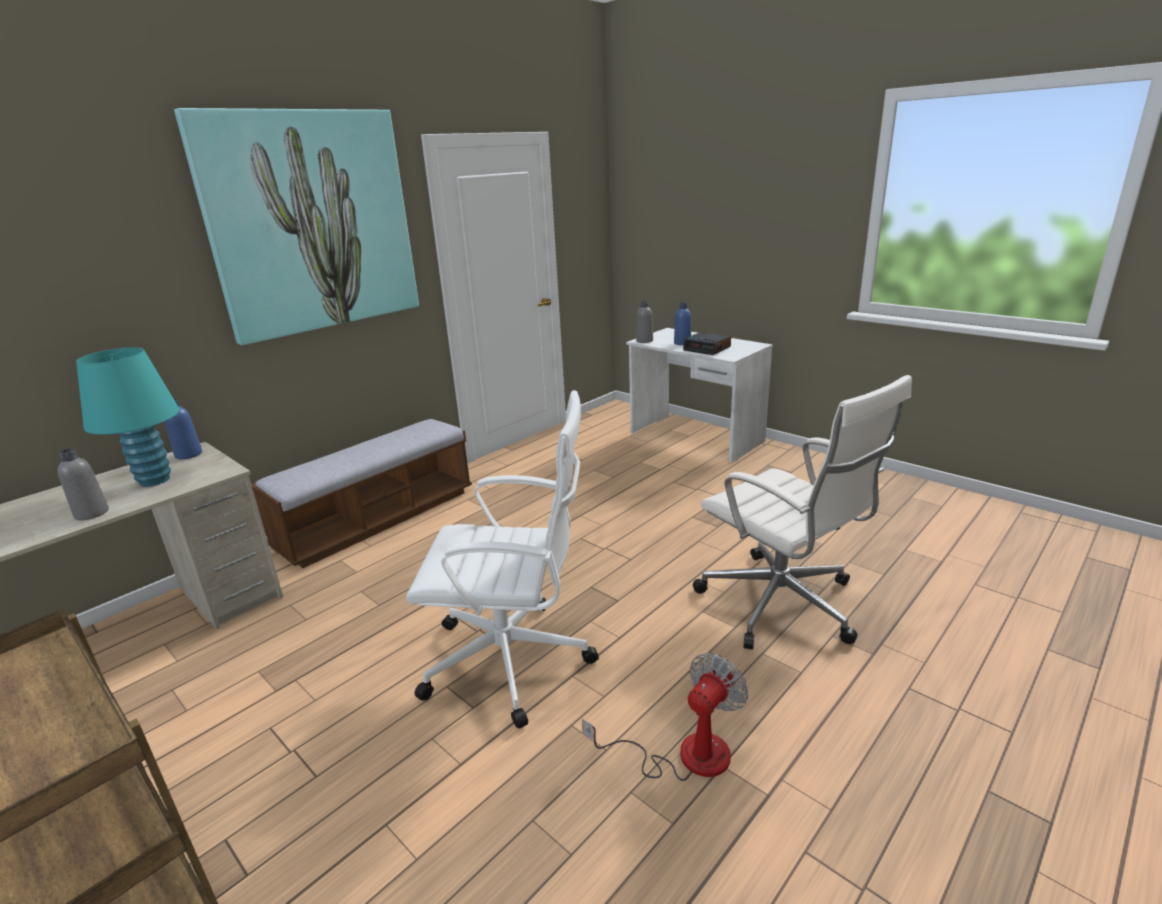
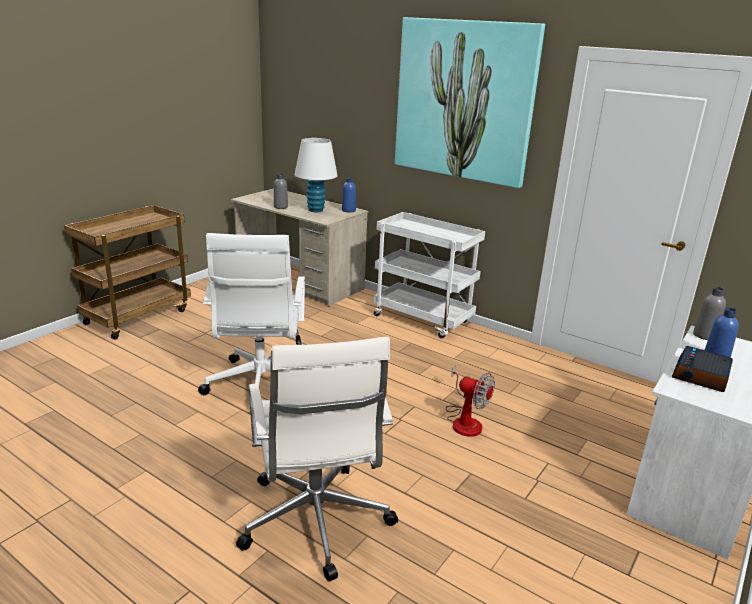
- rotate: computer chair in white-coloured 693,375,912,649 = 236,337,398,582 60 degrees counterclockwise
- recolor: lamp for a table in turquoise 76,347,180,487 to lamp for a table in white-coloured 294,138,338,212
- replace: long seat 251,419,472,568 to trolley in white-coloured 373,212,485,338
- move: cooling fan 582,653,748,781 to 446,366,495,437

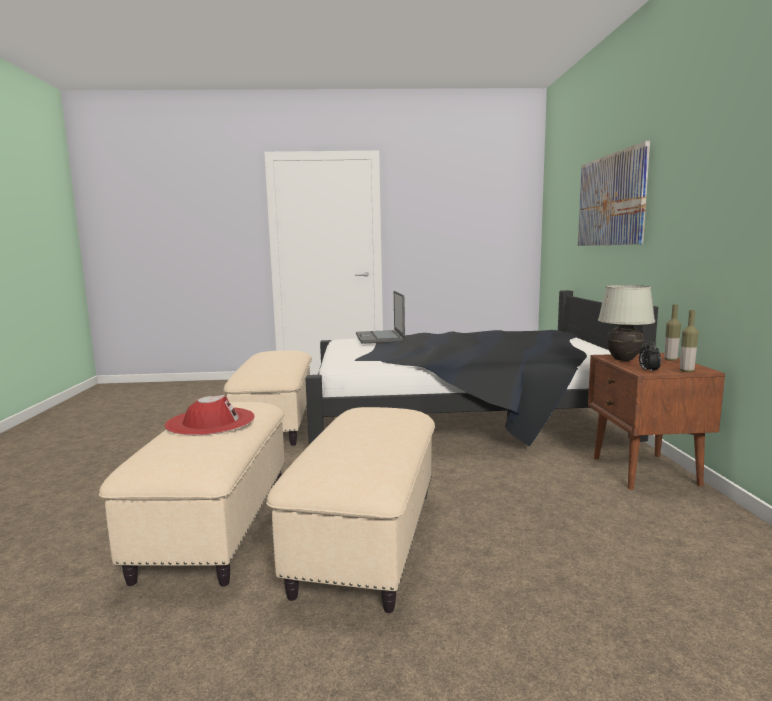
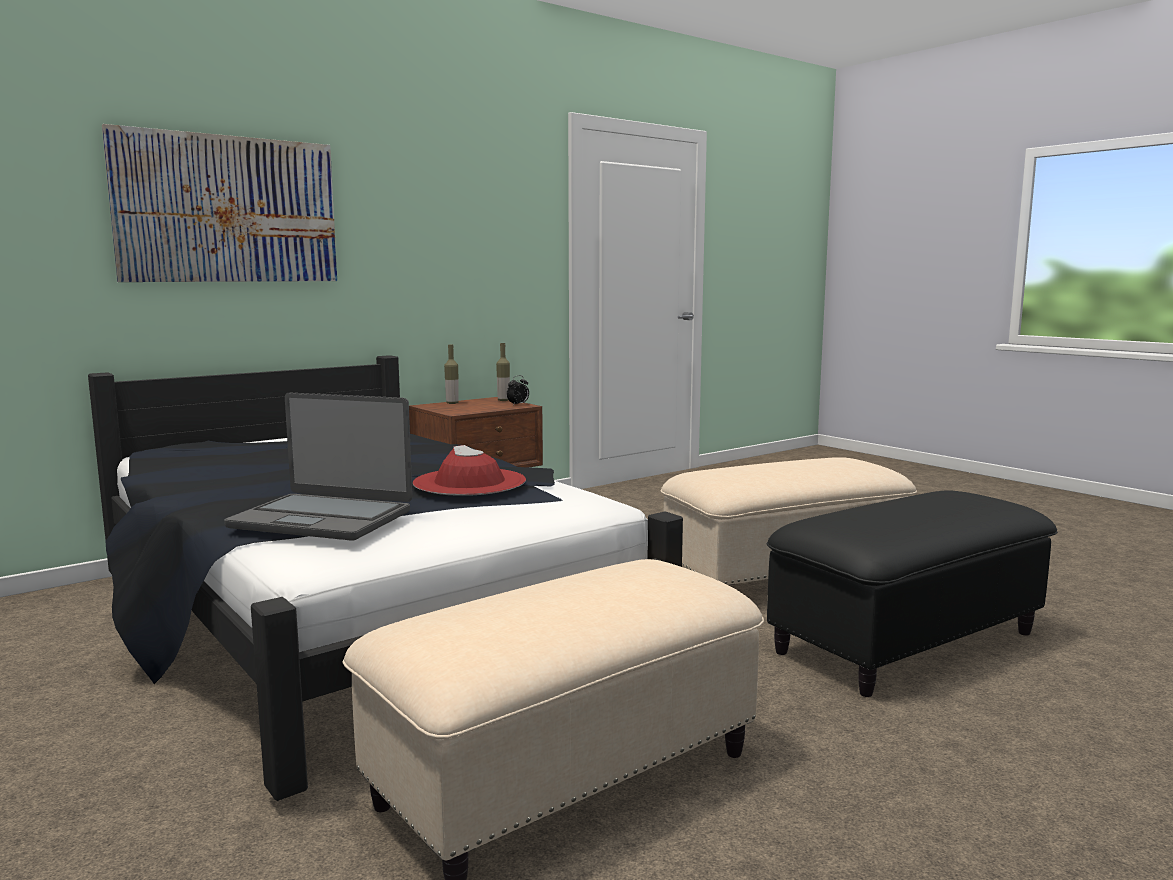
- rotate: portable computer 356,291,405,344 = 224,392,412,541 60 degrees clockwise
- move: wearable hat in reddish 165,395,255,435 to 413,445,526,496
- recolor: pouffe in sand-coloured 99,402,285,586 to pouffe in black 767,490,1058,697
- delete: lamp for a table in white-coloured 598,285,655,361

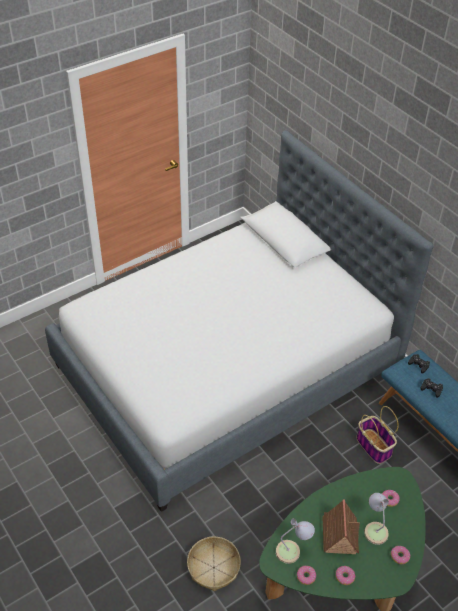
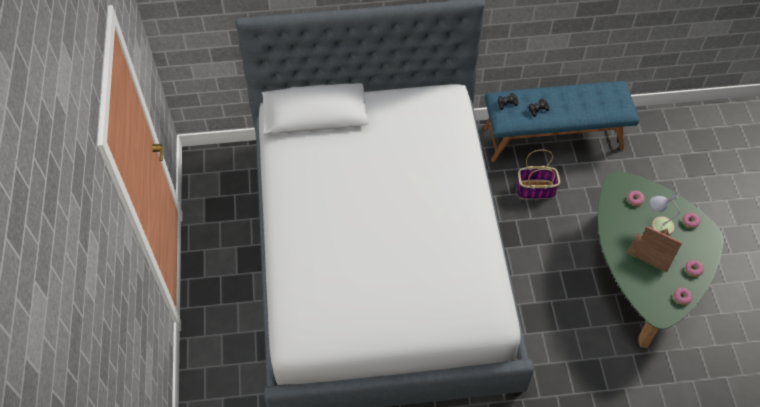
- delete: storage basket 187,536,241,591
- delete: lamp for a table 276,518,315,564

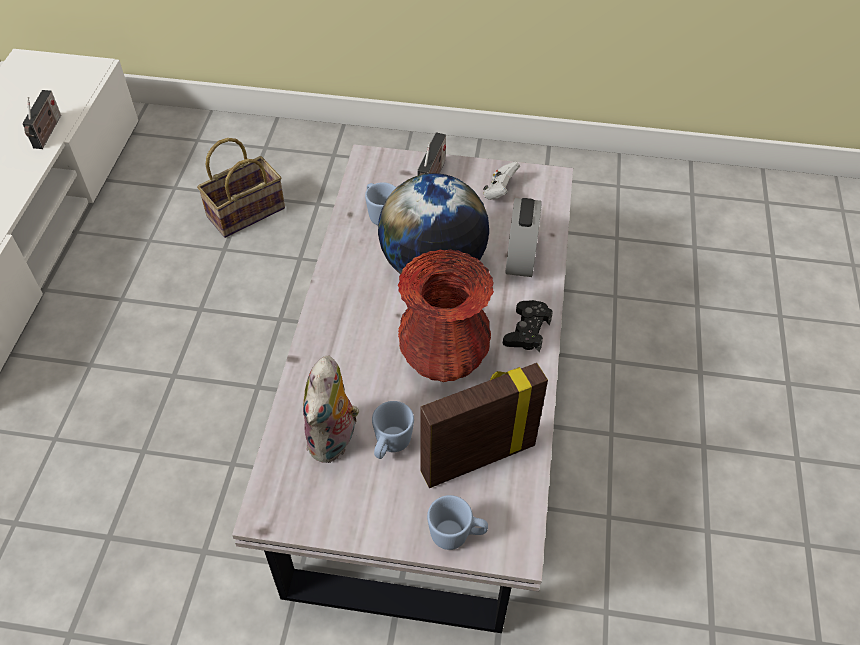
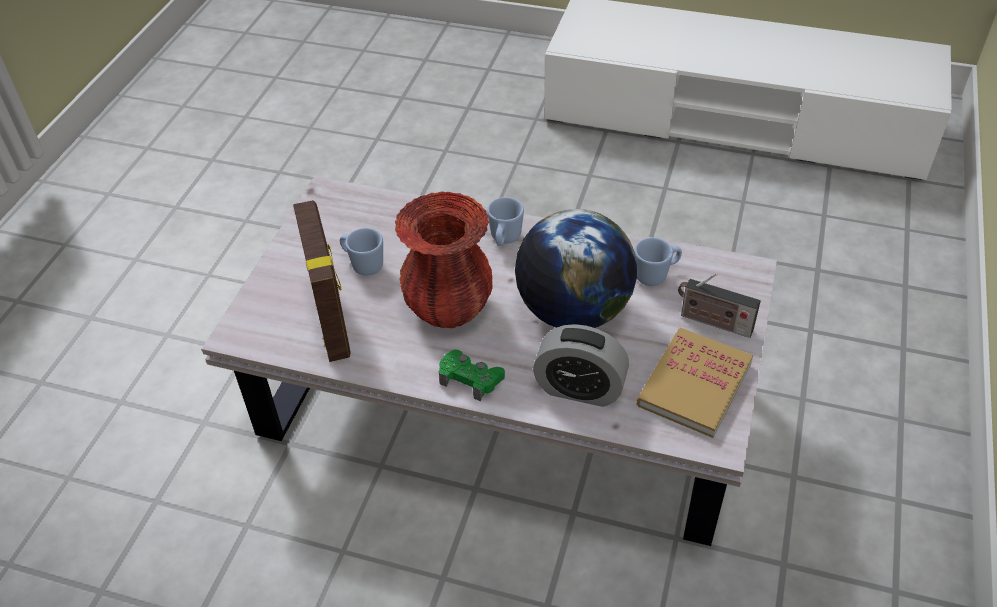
- recolor: game controller in black 503,300,553,352 to game controller in greenish 438,350,505,401
- move: mug in blue-coloured 427,495,488,550 to 487,197,524,246
- replace: game controller in white-coloured 483,161,520,200 to bound book 637,328,753,438
- delete: radio 22,90,61,149
- delete: storage basket 197,138,285,238
- delete: cuddly toy 303,356,359,463

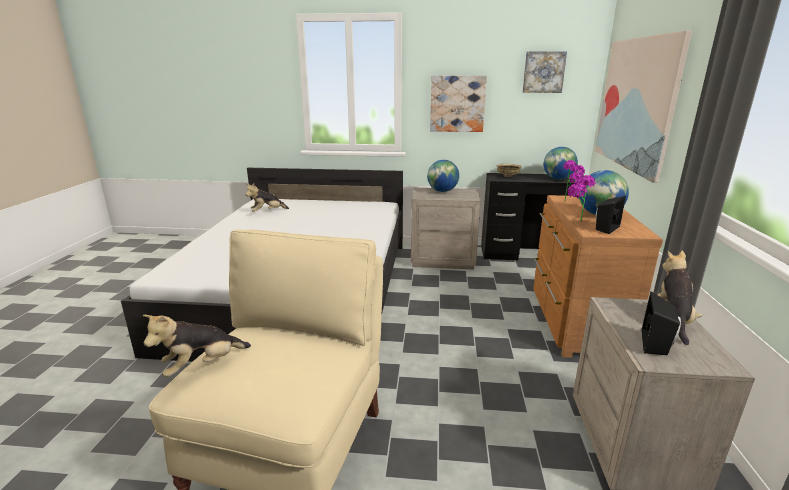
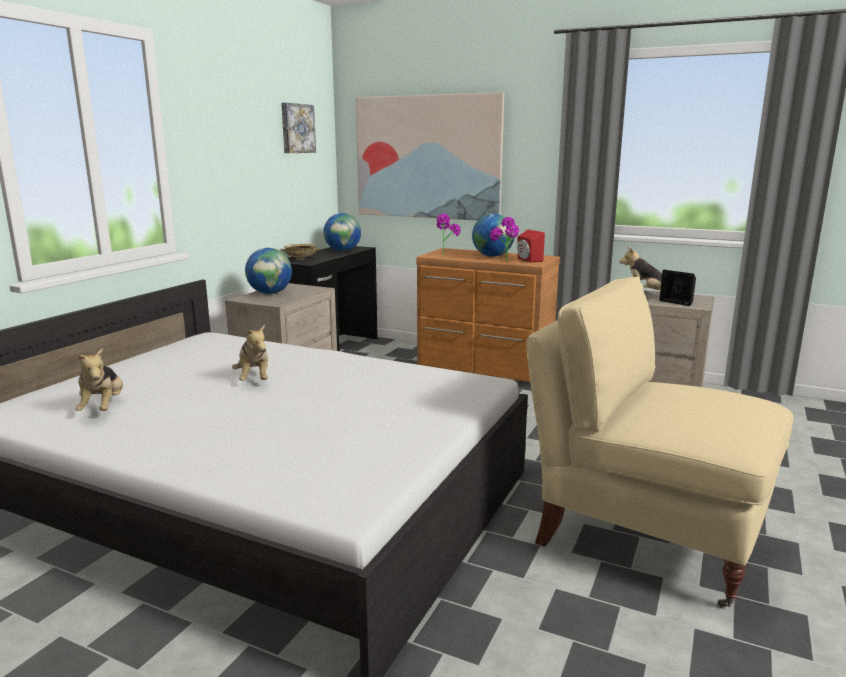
- move: cuddly toy 143,315,251,377 to 232,324,268,381
- recolor: loudspeaker in black 596,196,626,234 to loudspeaker in reddish 517,229,545,262
- delete: picture 430,76,487,132

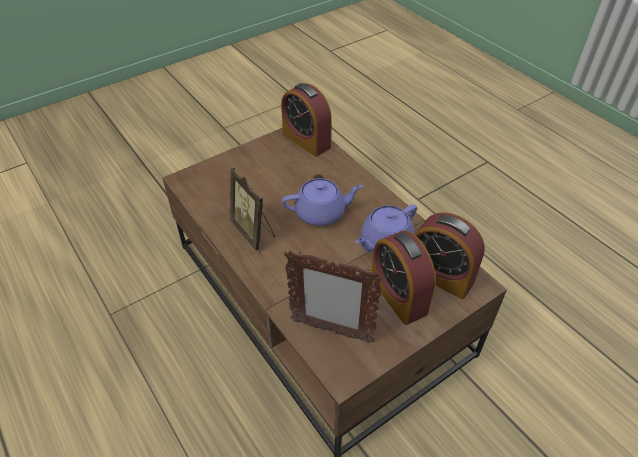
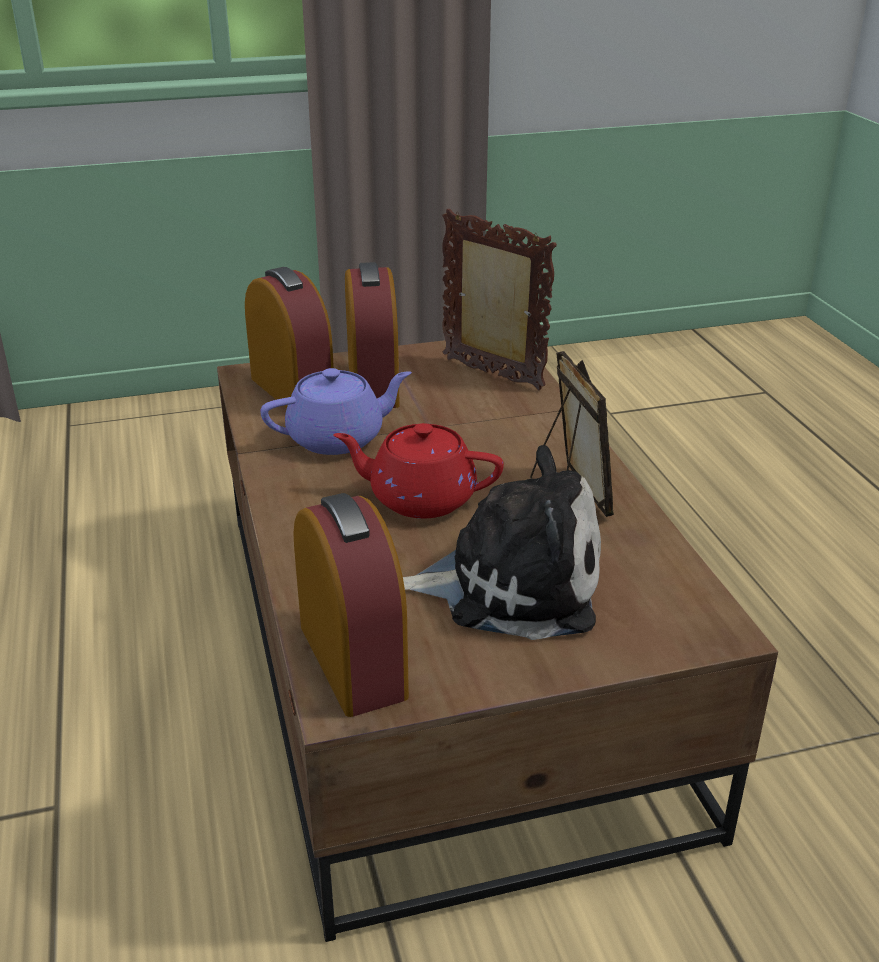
- recolor: teapot in purplish 281,178,363,226 to teapot in reddish 333,423,504,518
- insert: cuddly toy 403,445,601,640

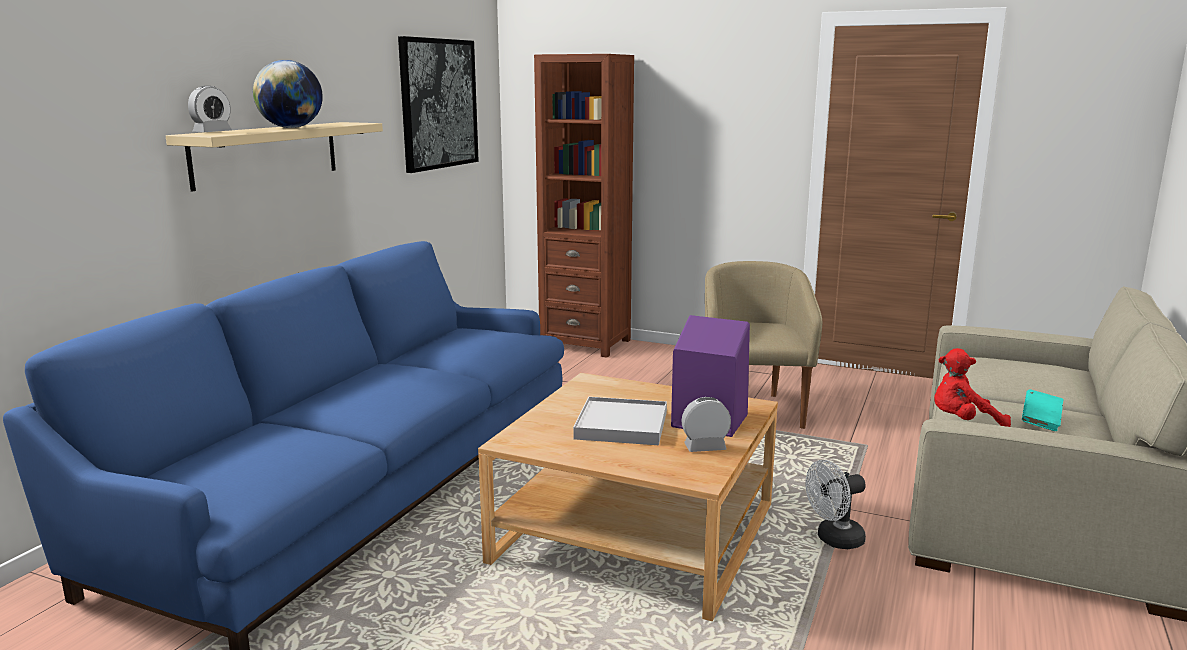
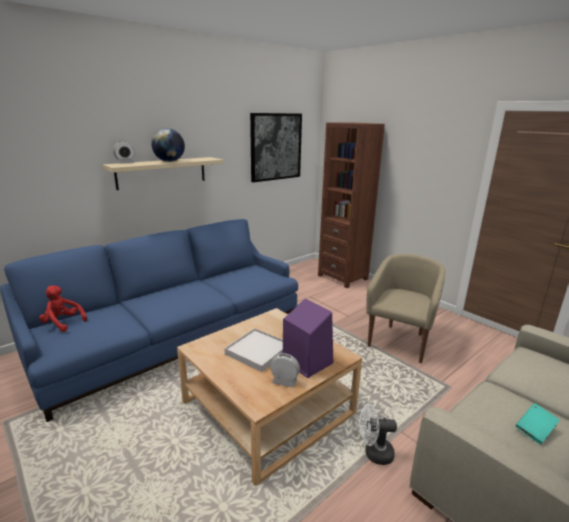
- move: cuddly toy in reddish 934,348,1011,427 to 39,285,87,332

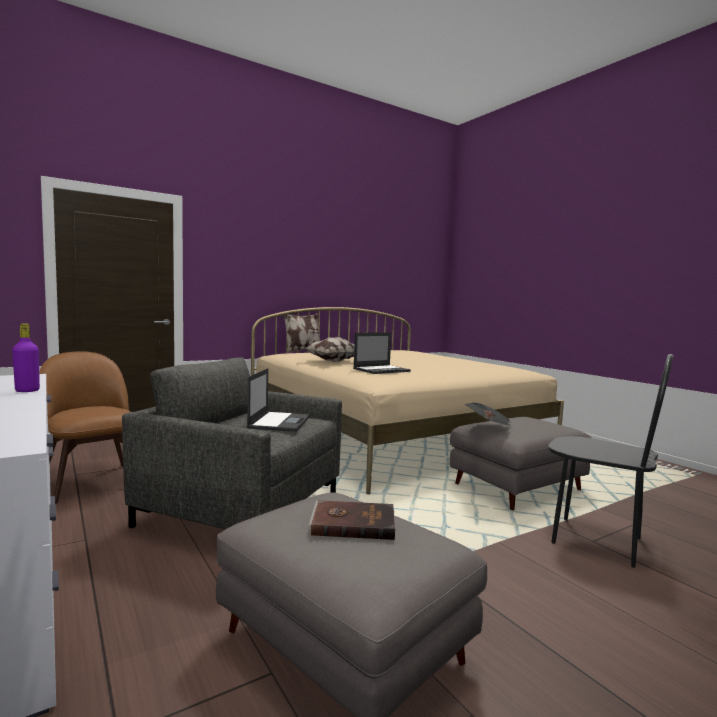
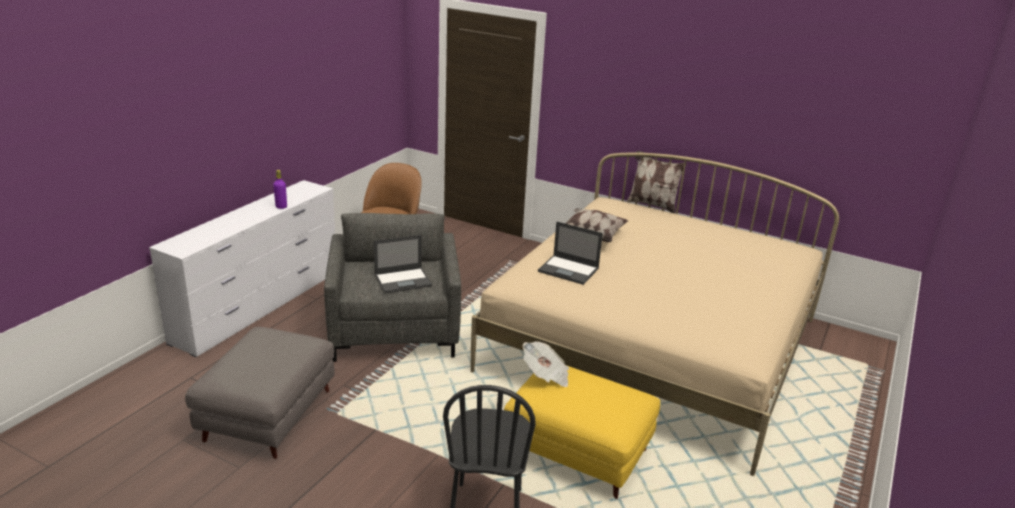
- recolor: pouffe in gray 450,417,592,511 to pouffe in yellow-coloured 504,365,660,499
- delete: bound book in brownish 308,500,395,540

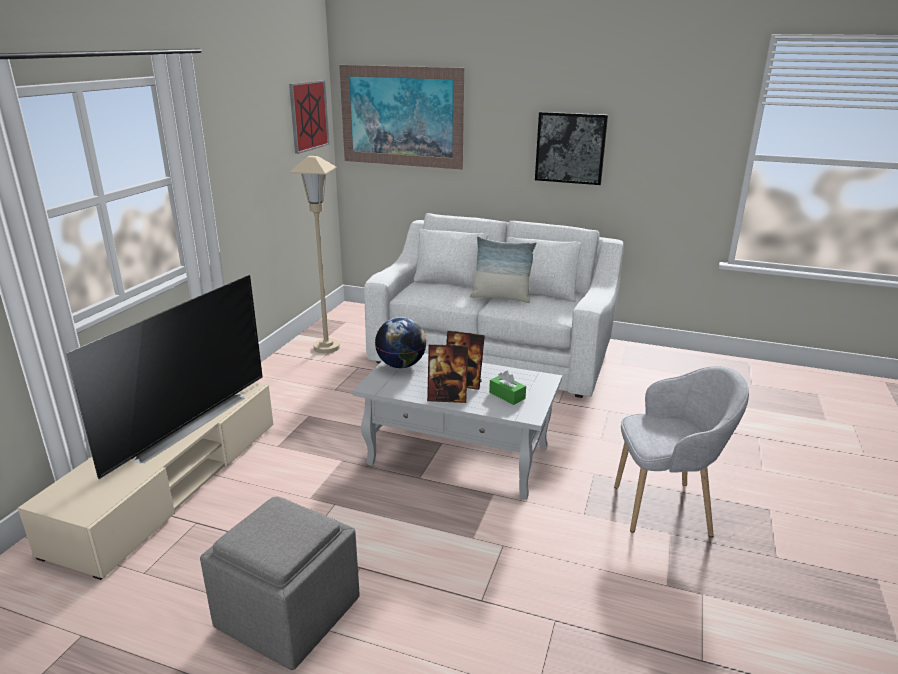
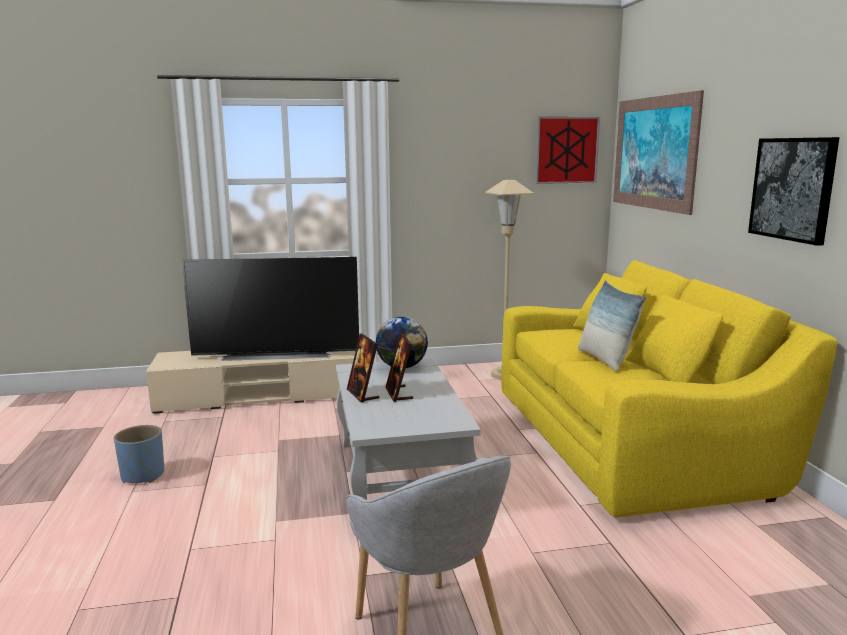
- replace: pouffe in gray 200,496,360,670 to flower pot in blue-coloured 114,425,164,483
- recolor: couch in white-coloured 364,213,623,398 to couch in yellow-coloured 501,260,838,517
- delete: tissue box in greenish 489,371,526,405

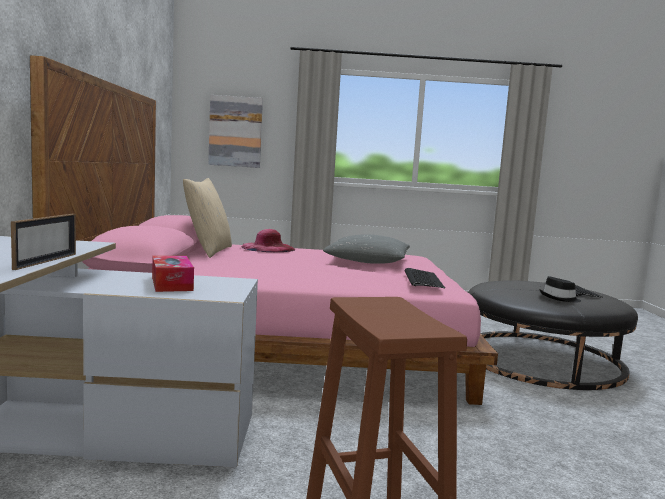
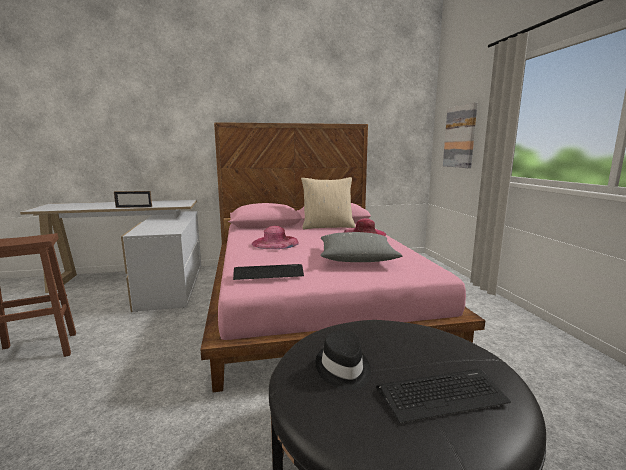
- insert: wearable hat in pink-coloured 252,226,299,249
- delete: tissue box 152,256,194,292

